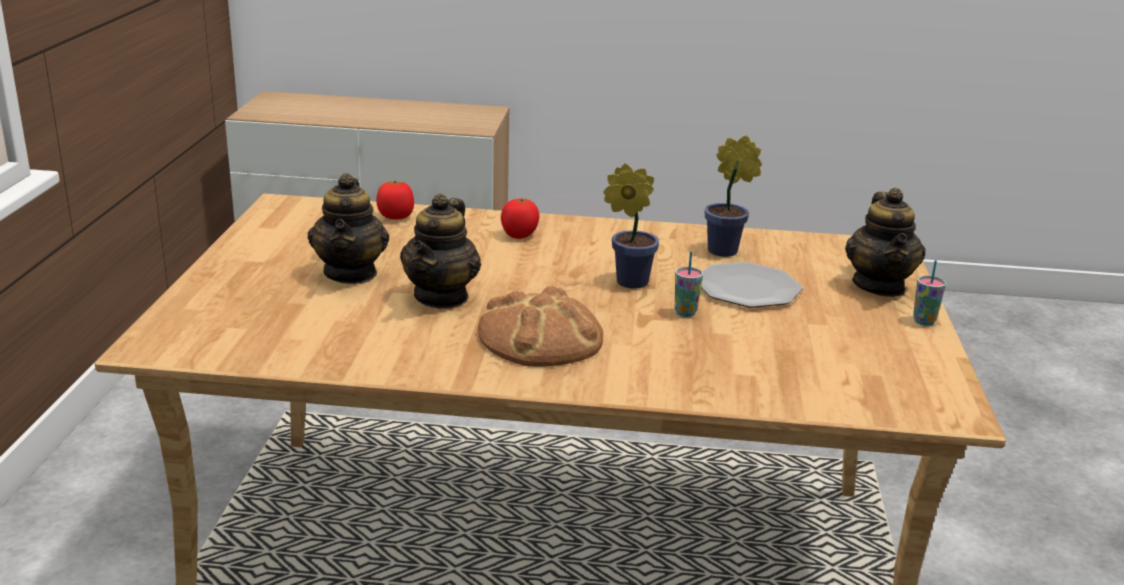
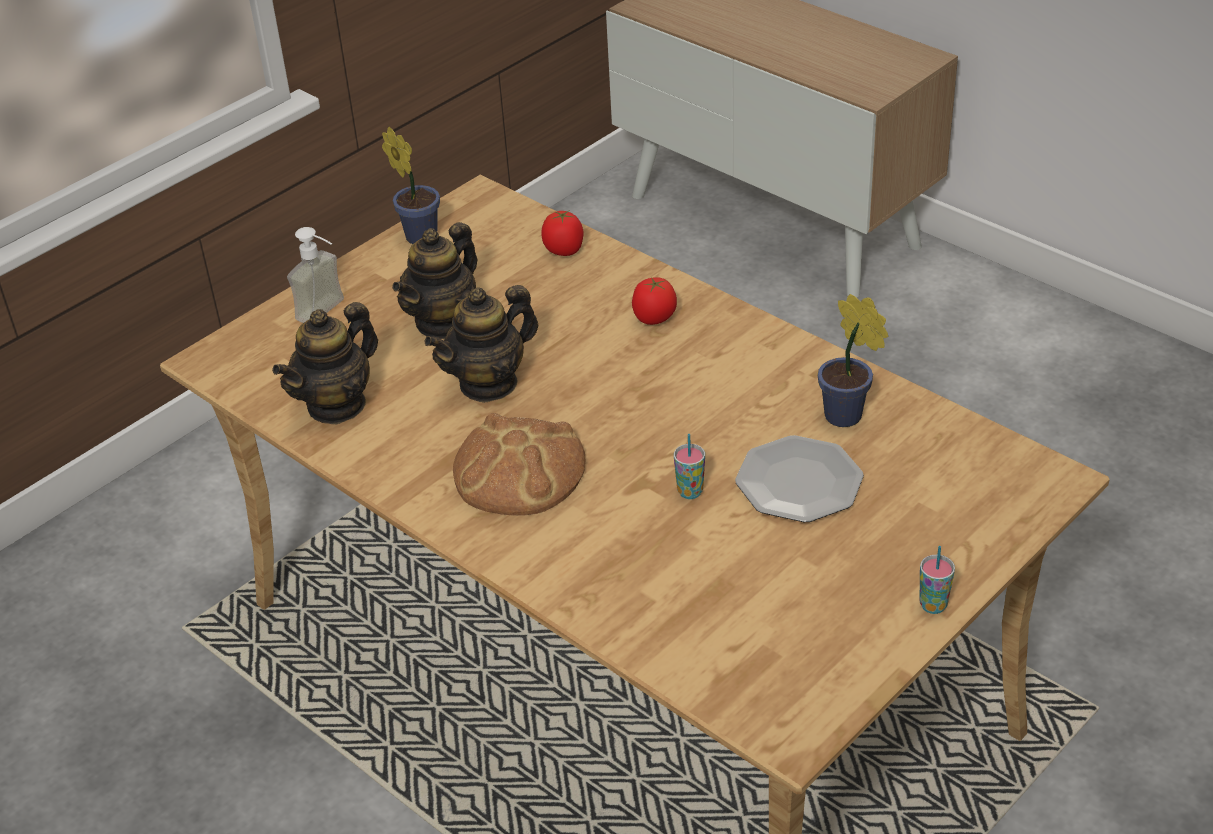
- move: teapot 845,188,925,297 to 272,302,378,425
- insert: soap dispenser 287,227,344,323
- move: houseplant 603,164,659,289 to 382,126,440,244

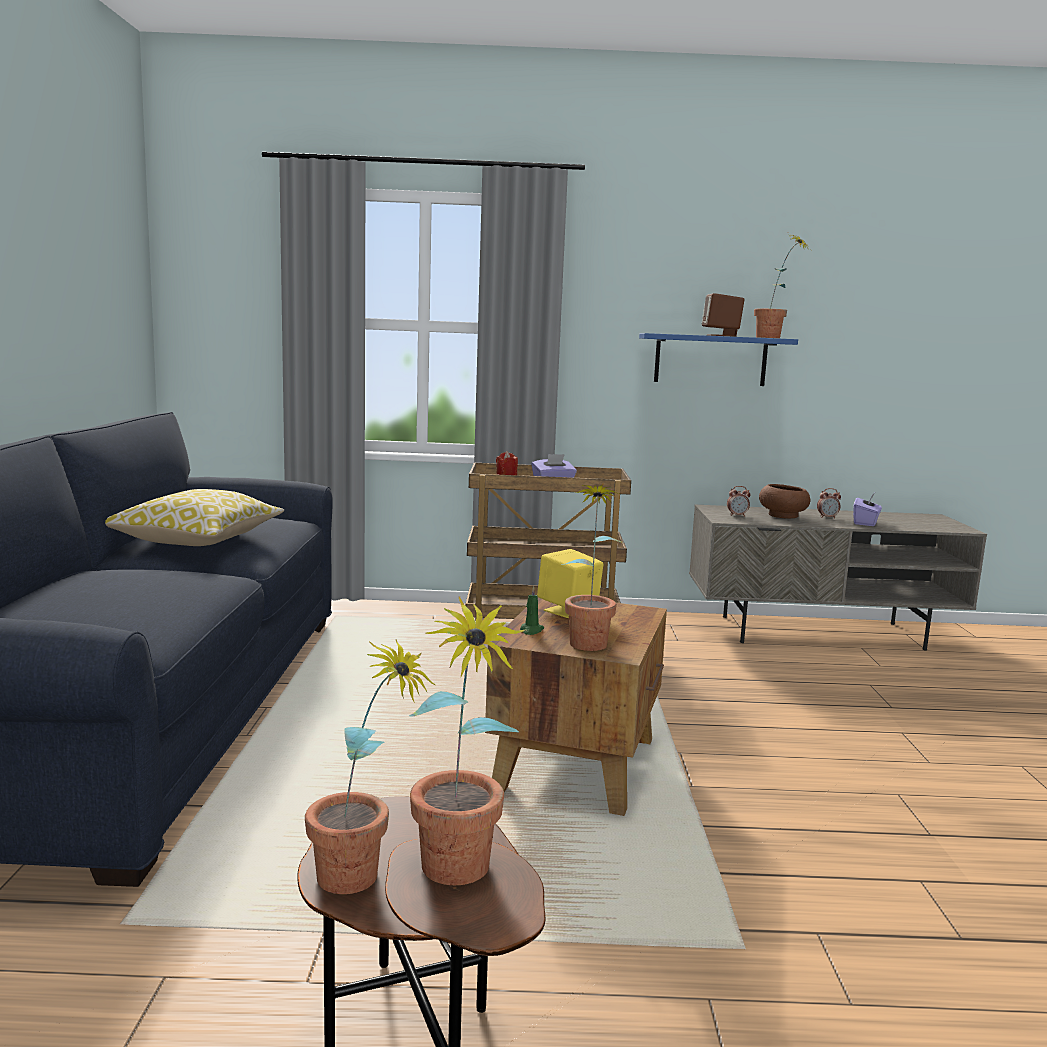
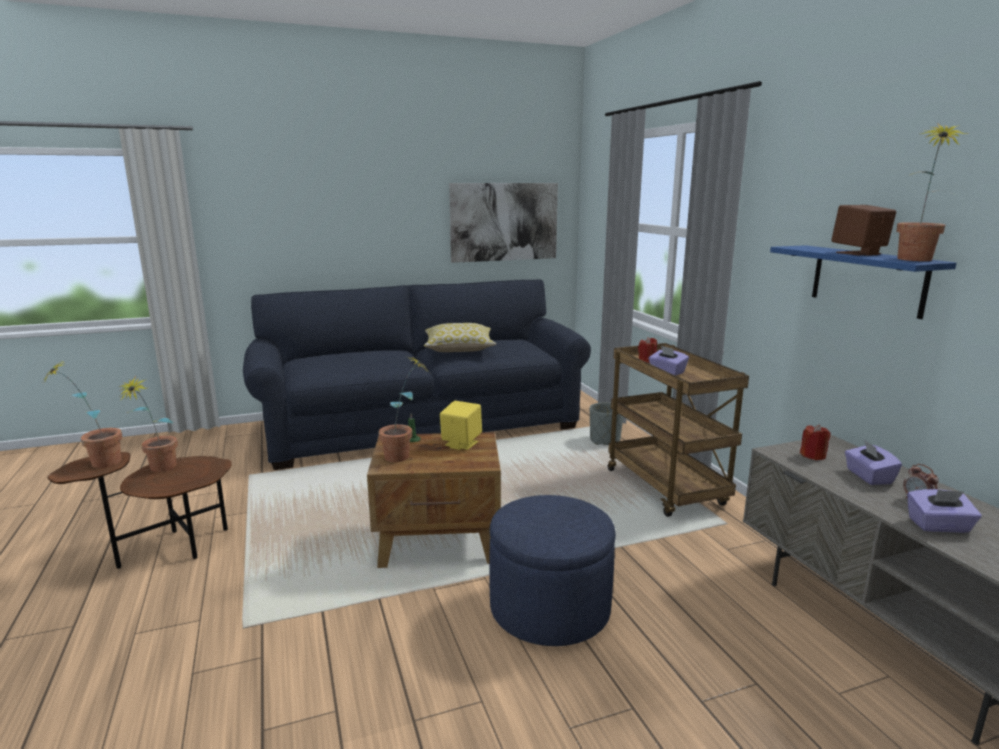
- insert: picture 449,183,558,263
- insert: pouffe in blue-coloured 489,495,616,646
- insert: flower pot in gray 590,402,623,445
- replace: table clock 727,486,751,517 to wax candle in reddish 800,424,831,460
- replace: bowl in brownish 759,484,810,519 to tissue box in purplish 845,439,902,485

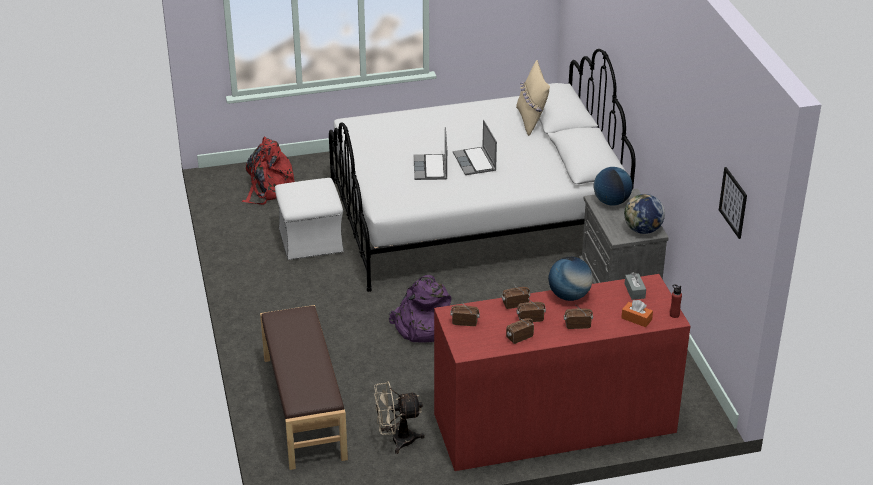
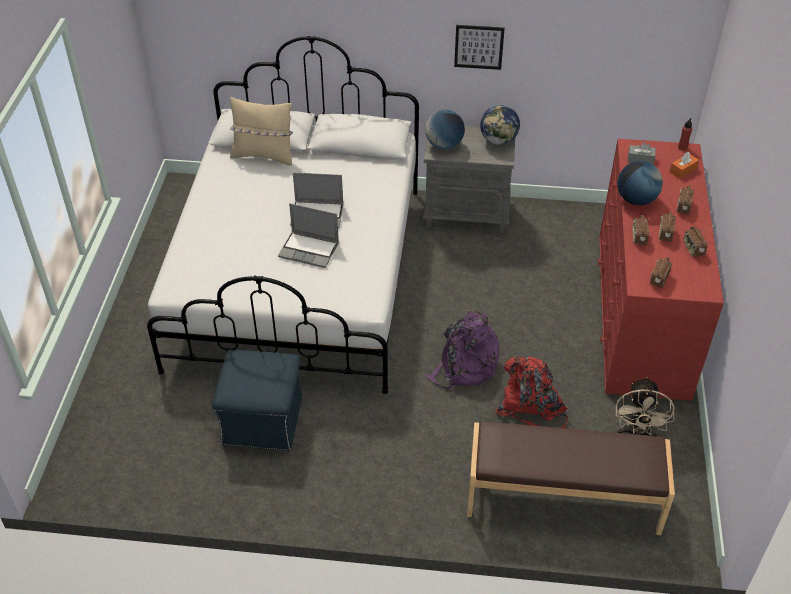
- recolor: pouffe in white-coloured 275,178,344,260 to pouffe in blue-coloured 212,350,303,451
- move: picture 719,167,747,239 to 454,25,505,70
- move: backpack in reddish 242,137,295,205 to 495,357,570,428

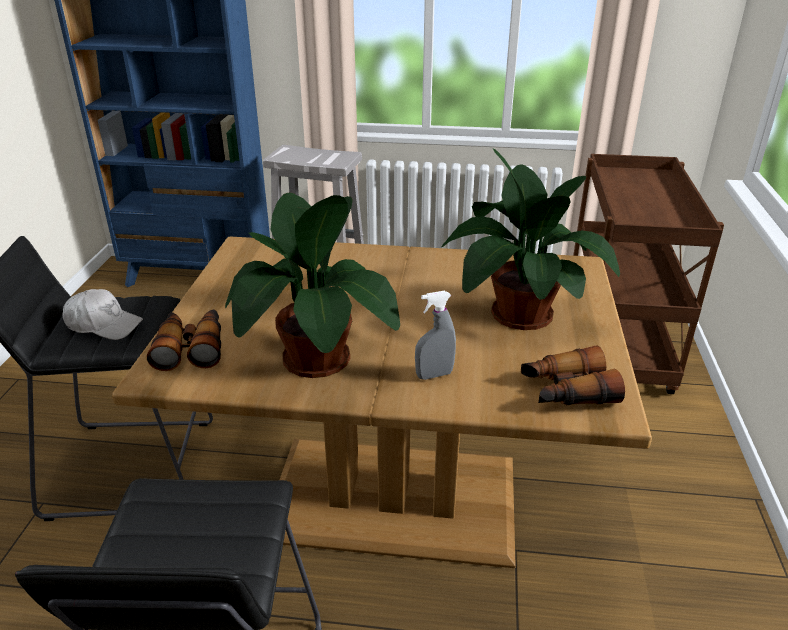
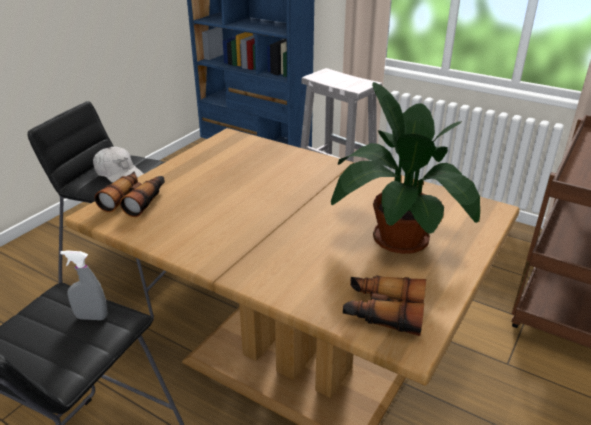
- move: spray bottle in gray 415,291,456,380 to 60,250,107,320
- delete: houseplant 225,192,400,378

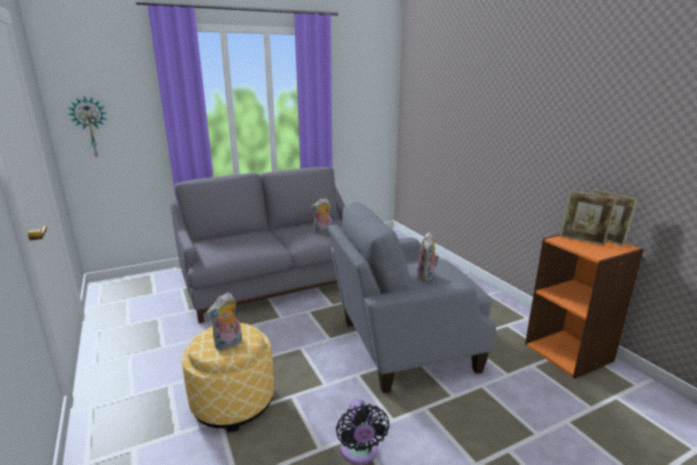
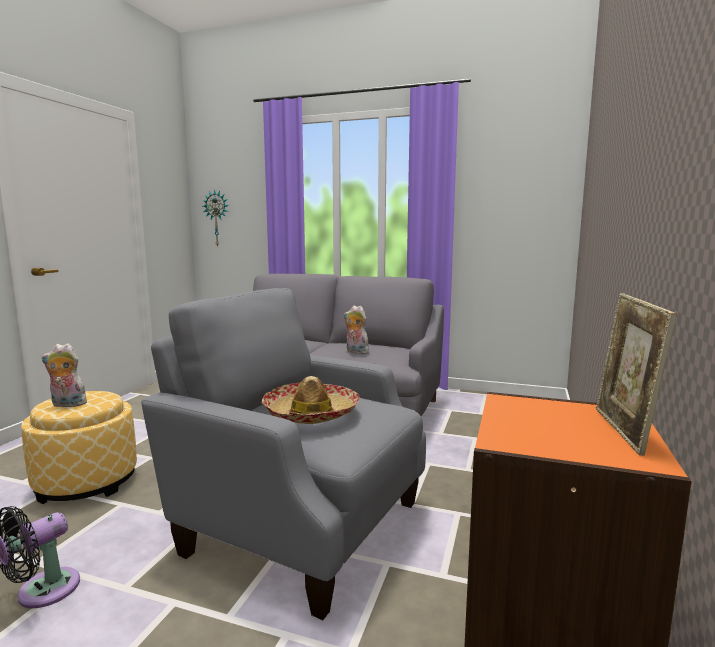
- replace: cuddly toy 416,232,439,282 to wearable hat 262,376,360,424
- delete: picture frame 560,191,617,245

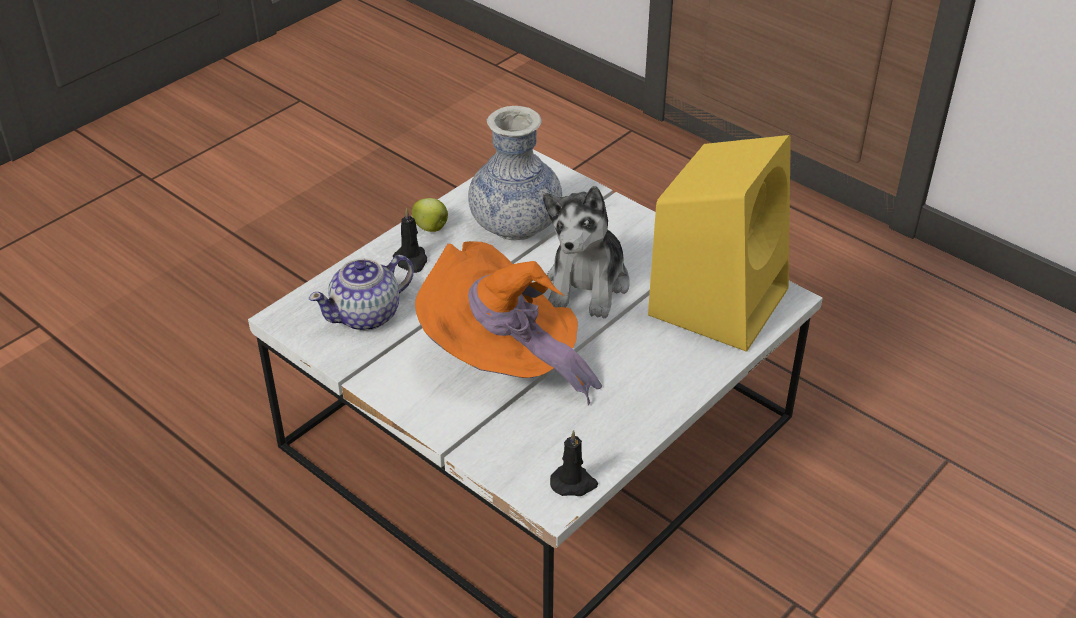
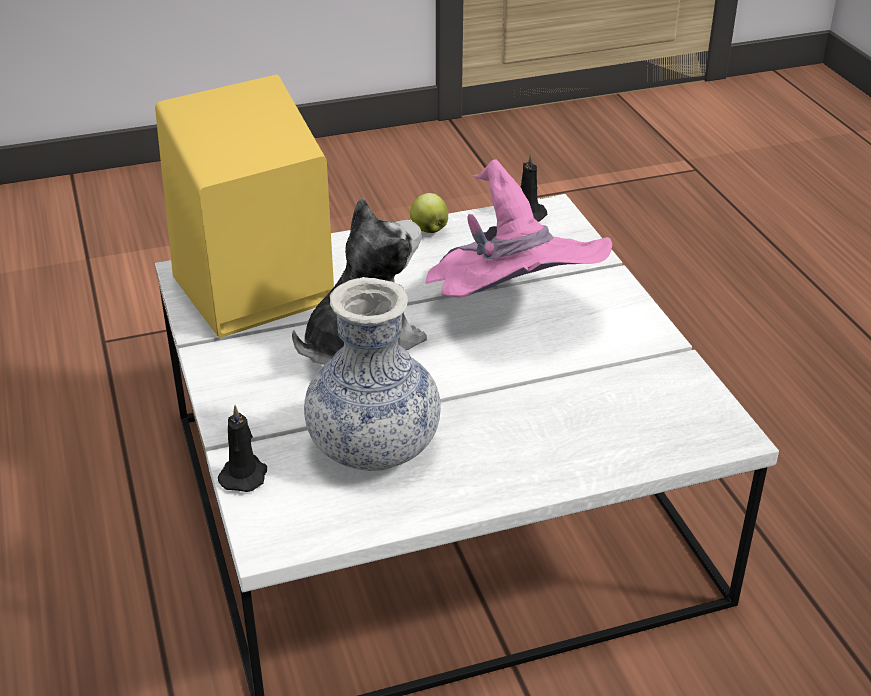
- move: wax candle in black 393,208,427,273 to 218,405,267,492
- move: whole apple 412,198,448,232 to 410,193,448,233
- recolor: wearable hat in orange-coloured 415,241,602,405 to wearable hat in pink-coloured 425,159,612,298
- delete: teapot 309,255,414,331

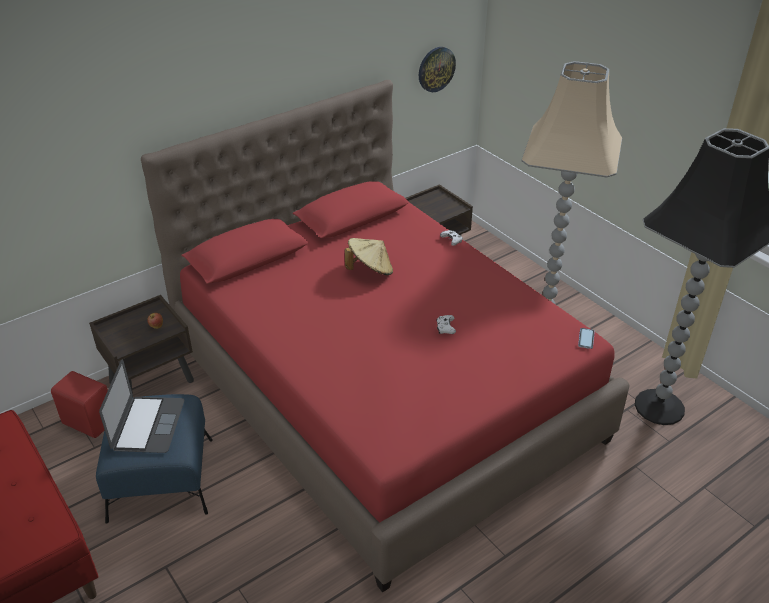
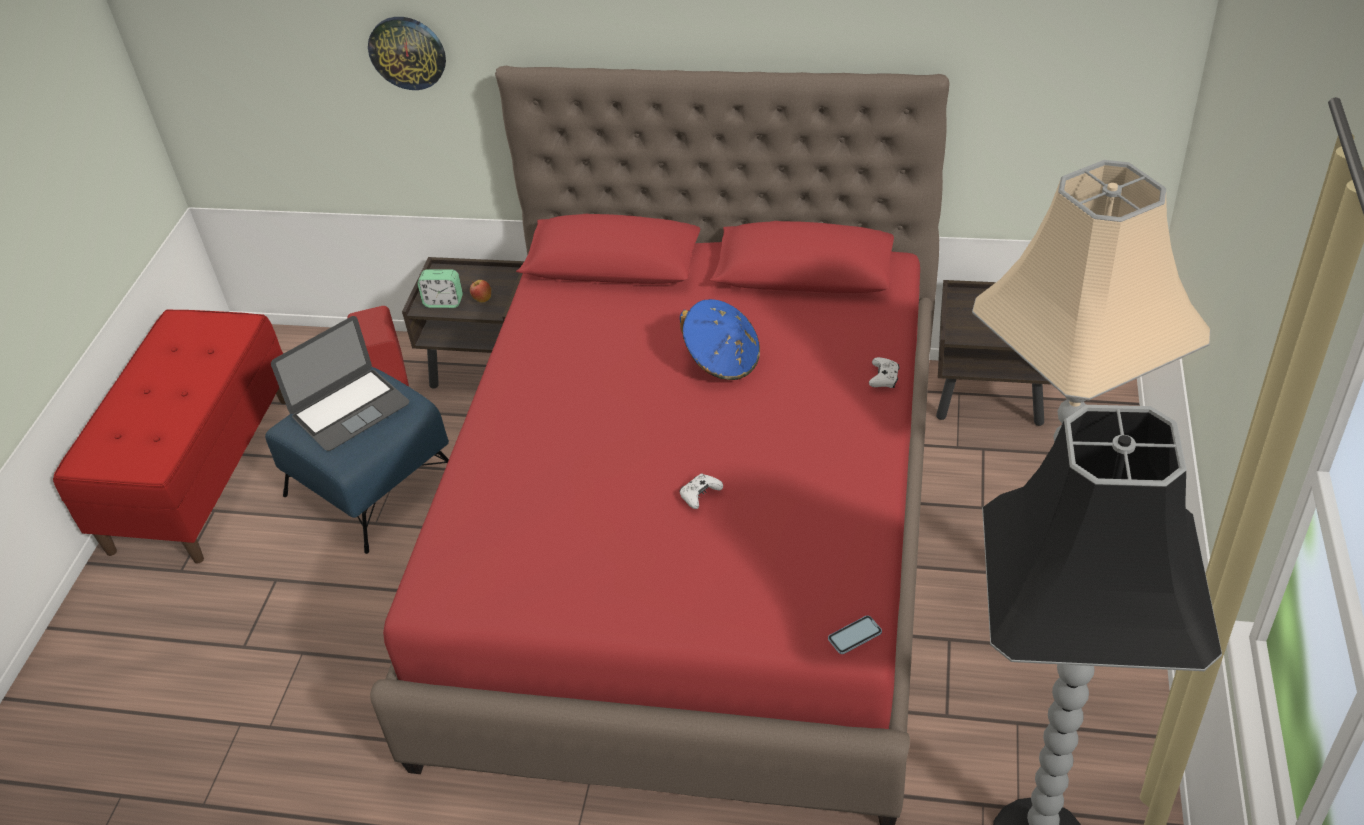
- move: wall clock 419,47,456,92 to 368,17,446,90
- insert: table clock 417,269,463,308
- recolor: wearable hat in sand-coloured 345,238,393,276 to wearable hat in blue-coloured 680,299,760,380

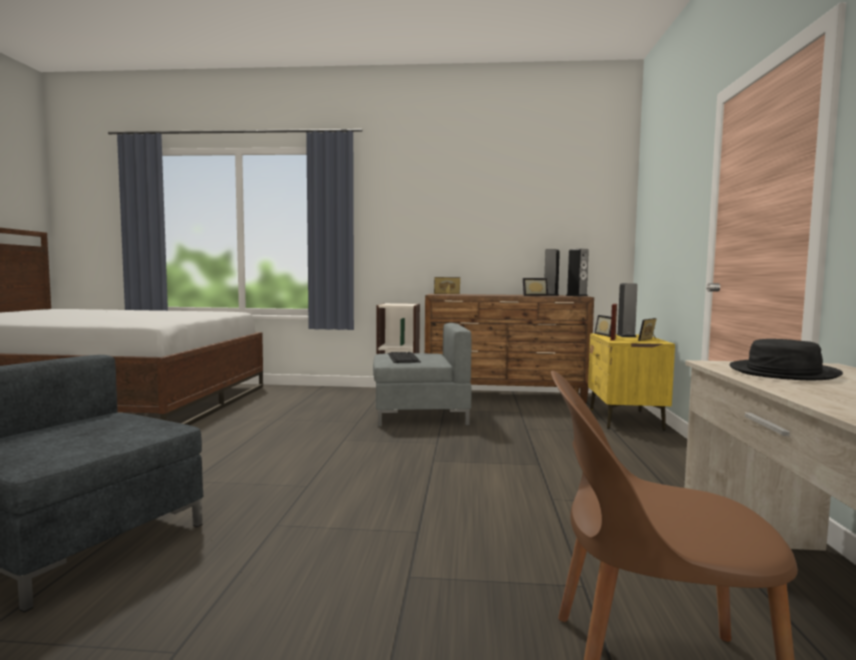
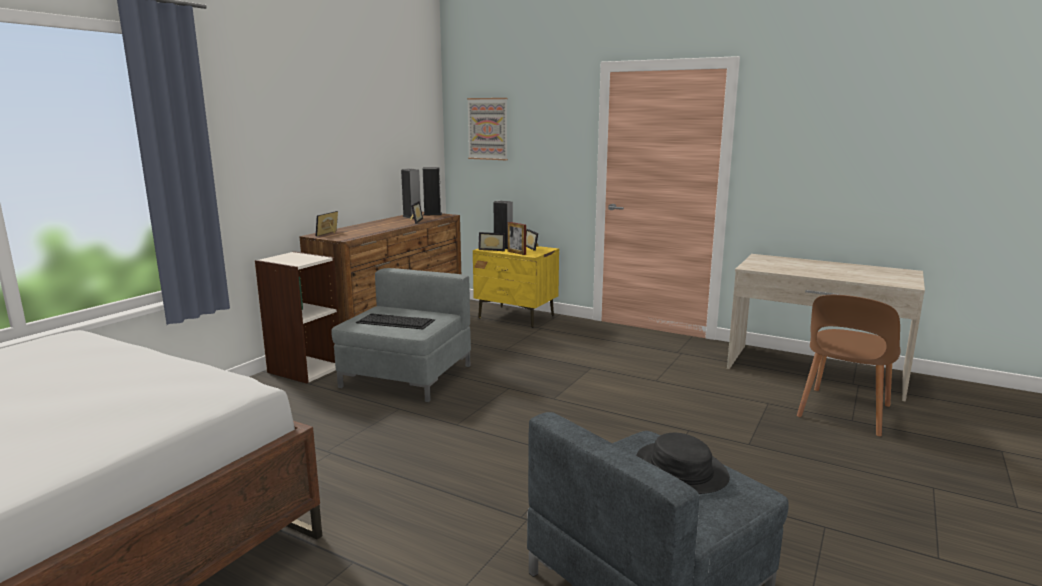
- insert: picture 467,98,508,160
- move: wearable hat in black 729,339,843,380 to 636,433,730,494

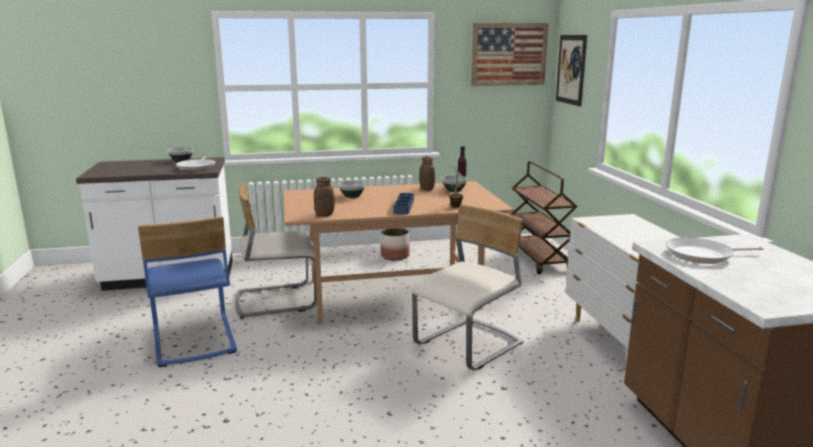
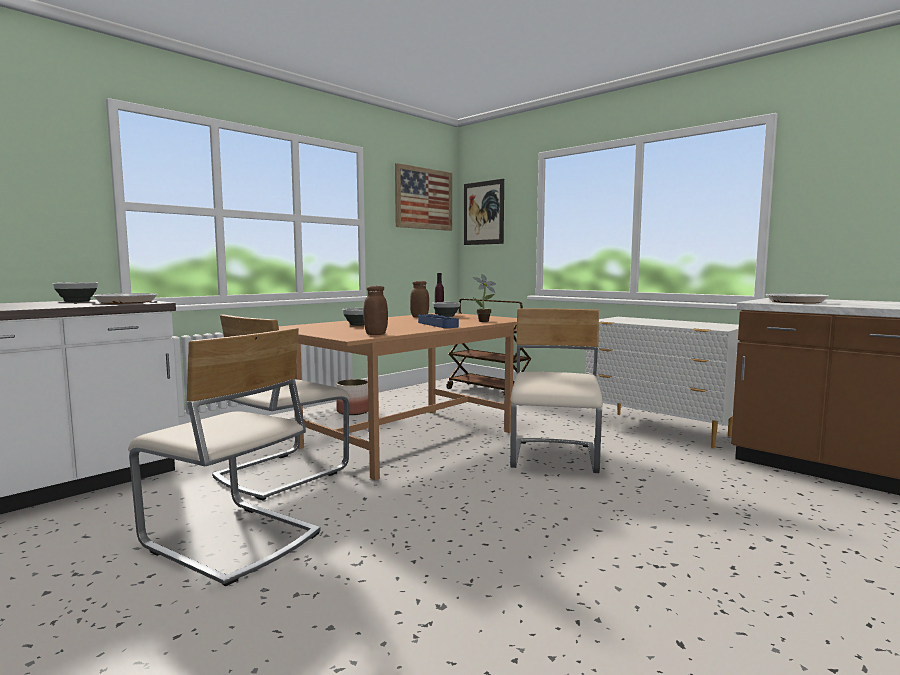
- recolor: upright chair in blue-coloured 138,216,237,367 to upright chair in sand-coloured 128,328,321,586

